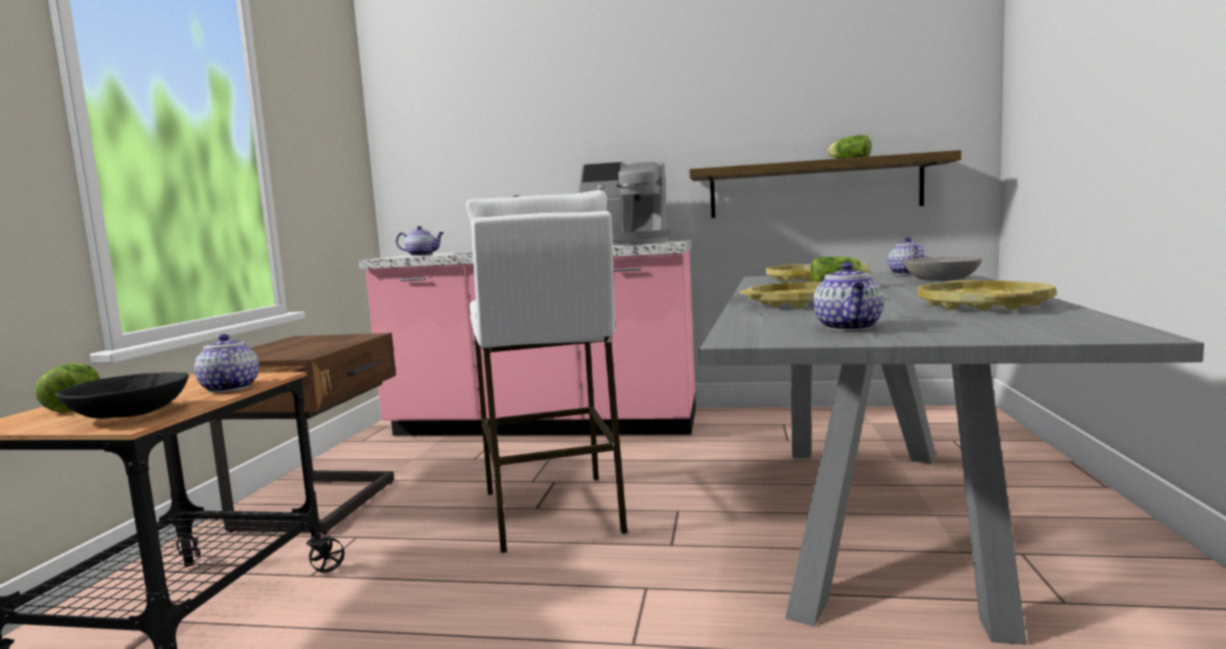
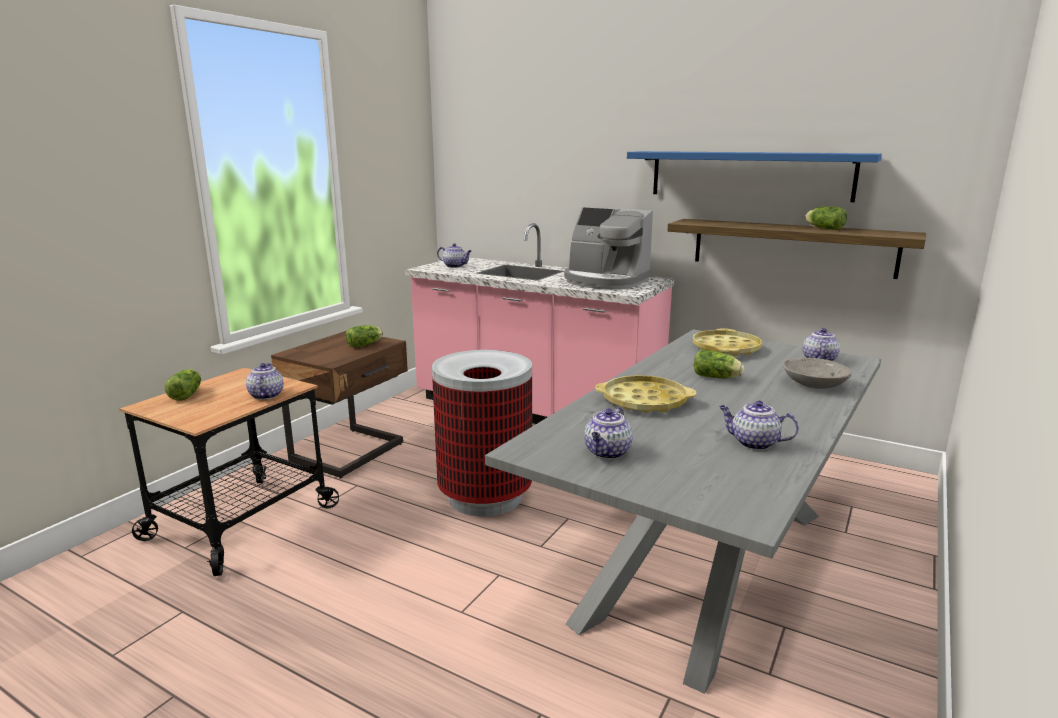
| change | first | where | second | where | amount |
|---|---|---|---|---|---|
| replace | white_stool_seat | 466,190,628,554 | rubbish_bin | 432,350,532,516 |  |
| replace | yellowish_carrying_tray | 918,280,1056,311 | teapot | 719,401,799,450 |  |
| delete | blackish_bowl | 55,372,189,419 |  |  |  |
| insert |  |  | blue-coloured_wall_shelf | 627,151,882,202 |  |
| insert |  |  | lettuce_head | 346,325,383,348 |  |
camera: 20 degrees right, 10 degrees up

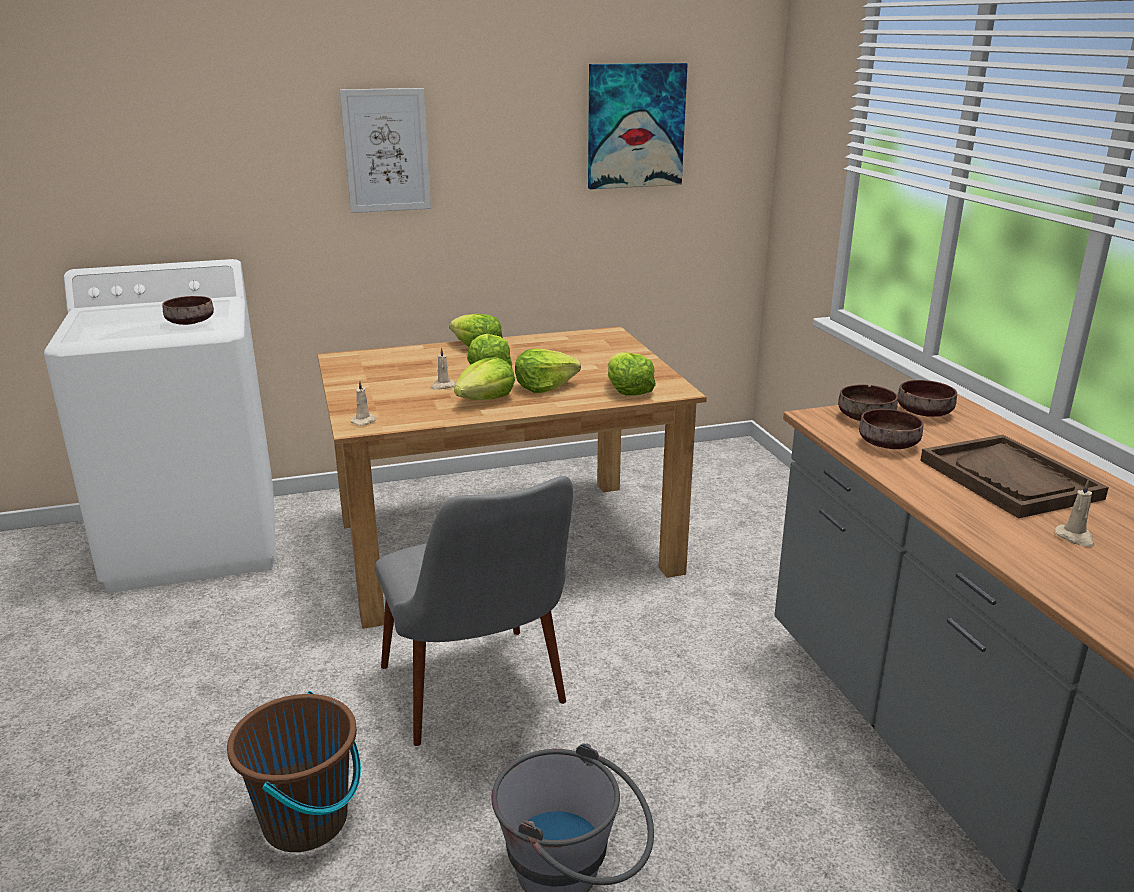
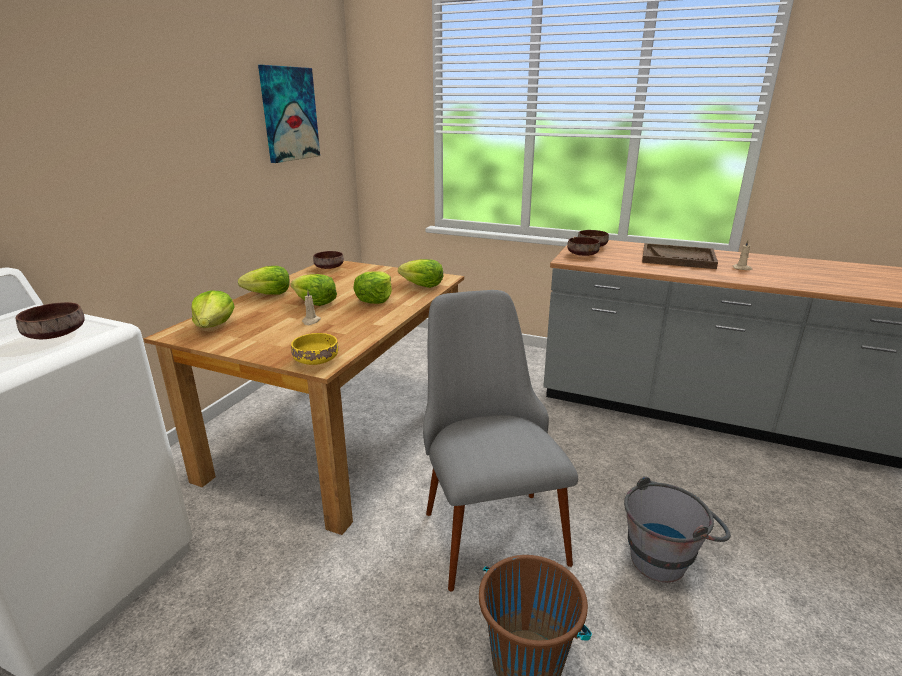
| change | first | where | second | where | amount |
|---|---|---|---|---|---|
| delete | wall_art | 340,88,431,213 |  |  |  |
| move | lettuce_head | 454,357,515,400 |  | 192,290,235,328 |  |
| replace | sand-coloured_candle | 351,380,376,426 | yellowish_bowl | 291,333,338,365 |  |
| move | brown-coloured_bowl | 859,409,924,449 |  | 313,251,344,269 |  |
| rotate | greyish_plain_chair | 375,476,573,746 |  | 423,290,578,591 | 120 degrees counterclockwise |
camera: 50 degrees left, 0 degrees up

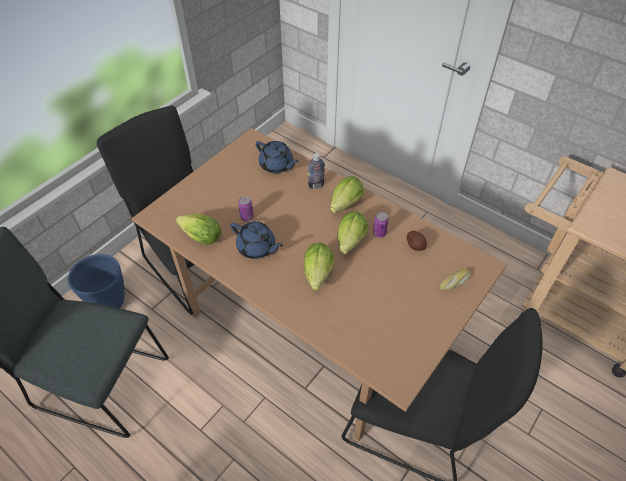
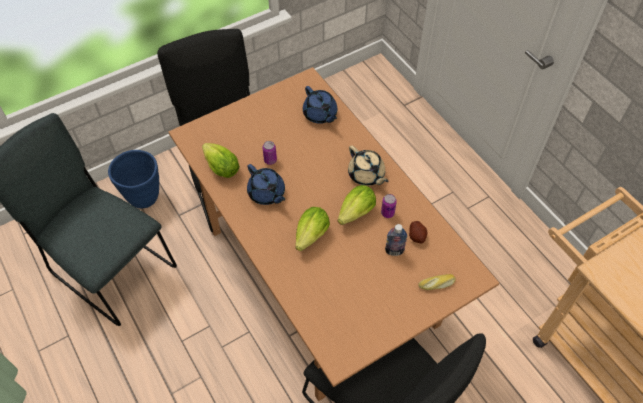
| change | first | where | second | where | amount |
|---|---|---|---|---|---|
| move | bottle | 308,153,325,189 |  | 385,224,407,256 |  |
| replace | lettuce_head | 330,176,364,213 | sand-coloured_teapot | 348,146,388,186 |  |
camera: 20 degrees right, 5 degrees up

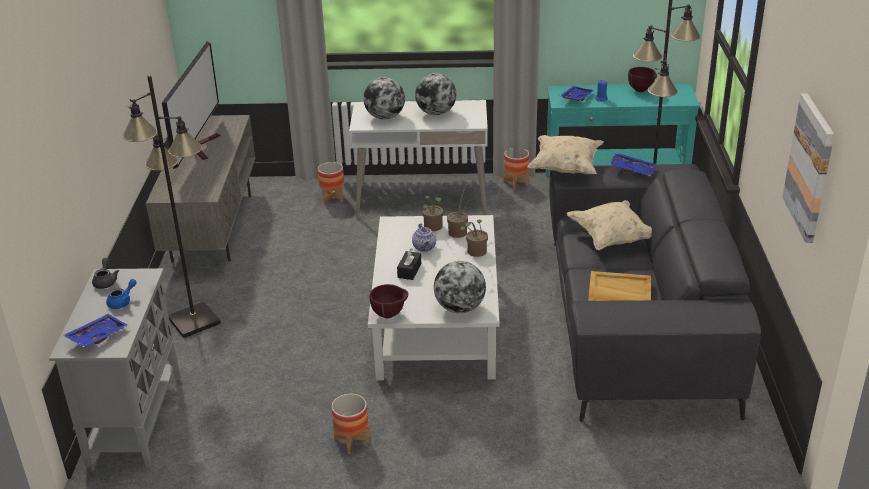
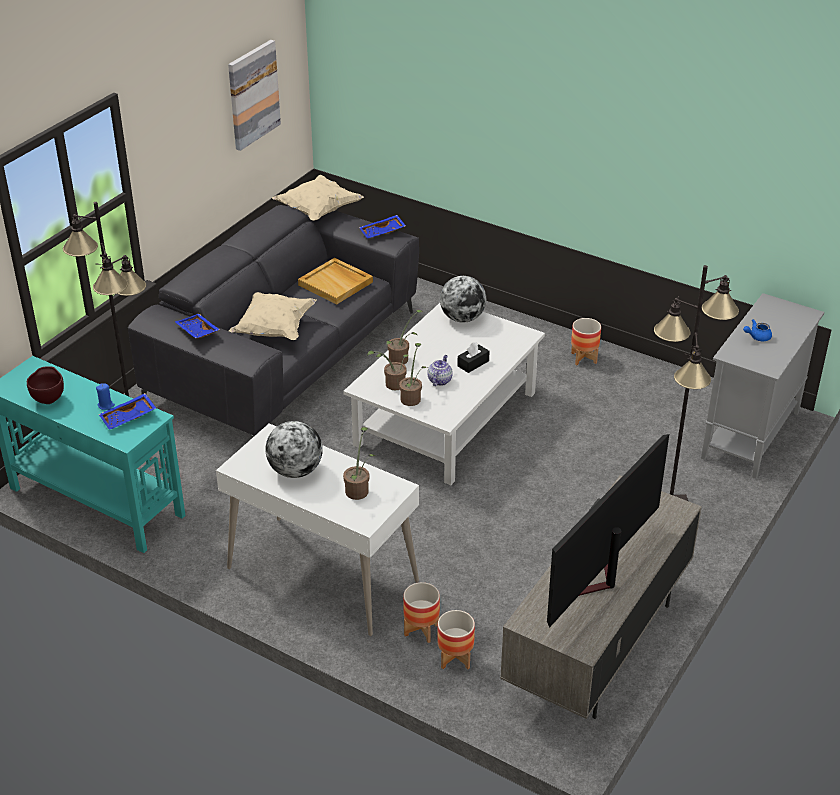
| change | first | where | second | where | amount |
|---|---|---|---|---|---|
| replace | globe | 363,77,405,120 | potted_plant | 343,427,375,500 |  |
| move | sand-coloured_pillow | 527,135,603,174 |  | 272,175,364,220 |  |
| move | plant_pot | 504,148,529,190 |  | 437,610,475,669 |  |
| delete | greyish_teapot | 92,258,119,289 |  |  |  |
| delete | brown-coloured_bowl | 370,284,408,318 |  |  |  |
| move | blue-coloured_carrying_tray | 63,314,129,347 |  | 359,215,406,239 |  |
camera: 150 degrees left, 5 degrees up

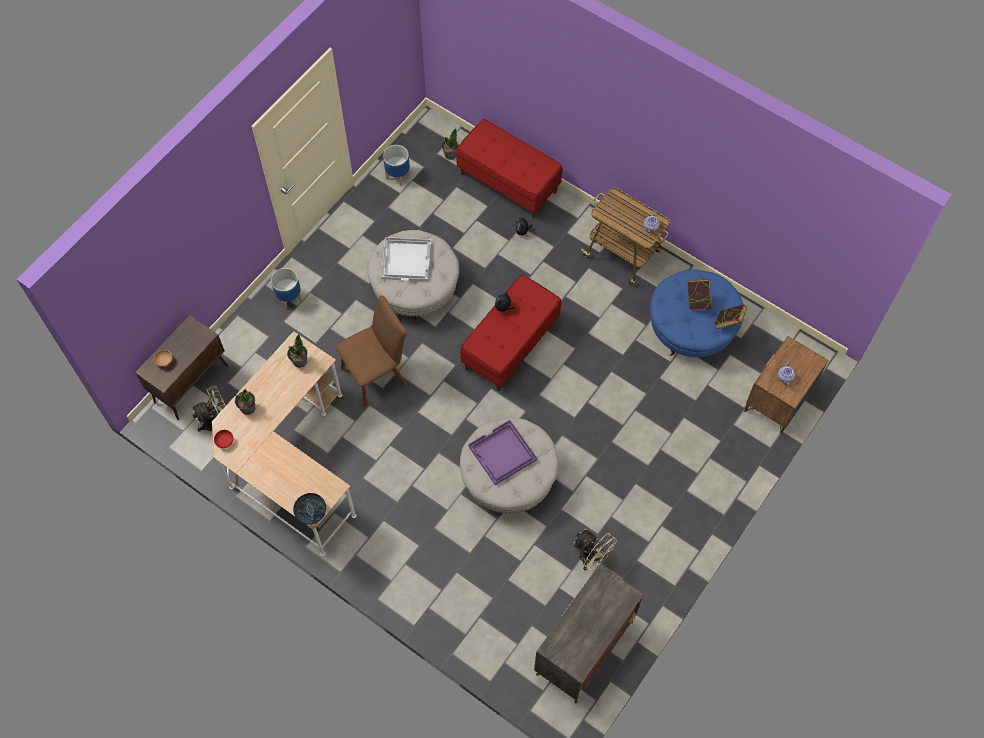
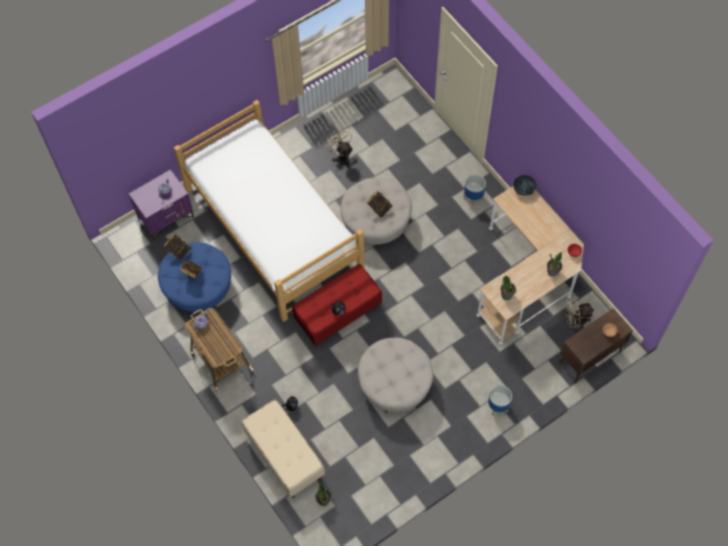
| change | first | where | second | where | amount |
|---|---|---|---|---|---|
| recolor | reddish_bench | 456,119,562,218 | sand-coloured_bench | 242,399,325,498 |  |
| move | plant_pot | 383,145,410,186 |  | 463,174,486,206 |  |
| delete | white_carrying_tray | 381,237,431,281 |  |  |  |
| delete | brown-coloured_plain_chair | 335,296,407,406 |  |  |  |
| recolor | brown-coloured_bedside_table | 744,336,828,434 | purple-coloured_bedside_table | 129,170,194,241 |  |
| replace | purple-coloured_carrying_tray | 468,420,537,485 | volume | 366,191,392,218 |  |
| delete | drawer_chest | 534,564,644,703 |  |  |  |
| insert |  |  | sleeping_bed | 174,100,364,322 |  |
camera: 160 degrees left, 0 degrees up

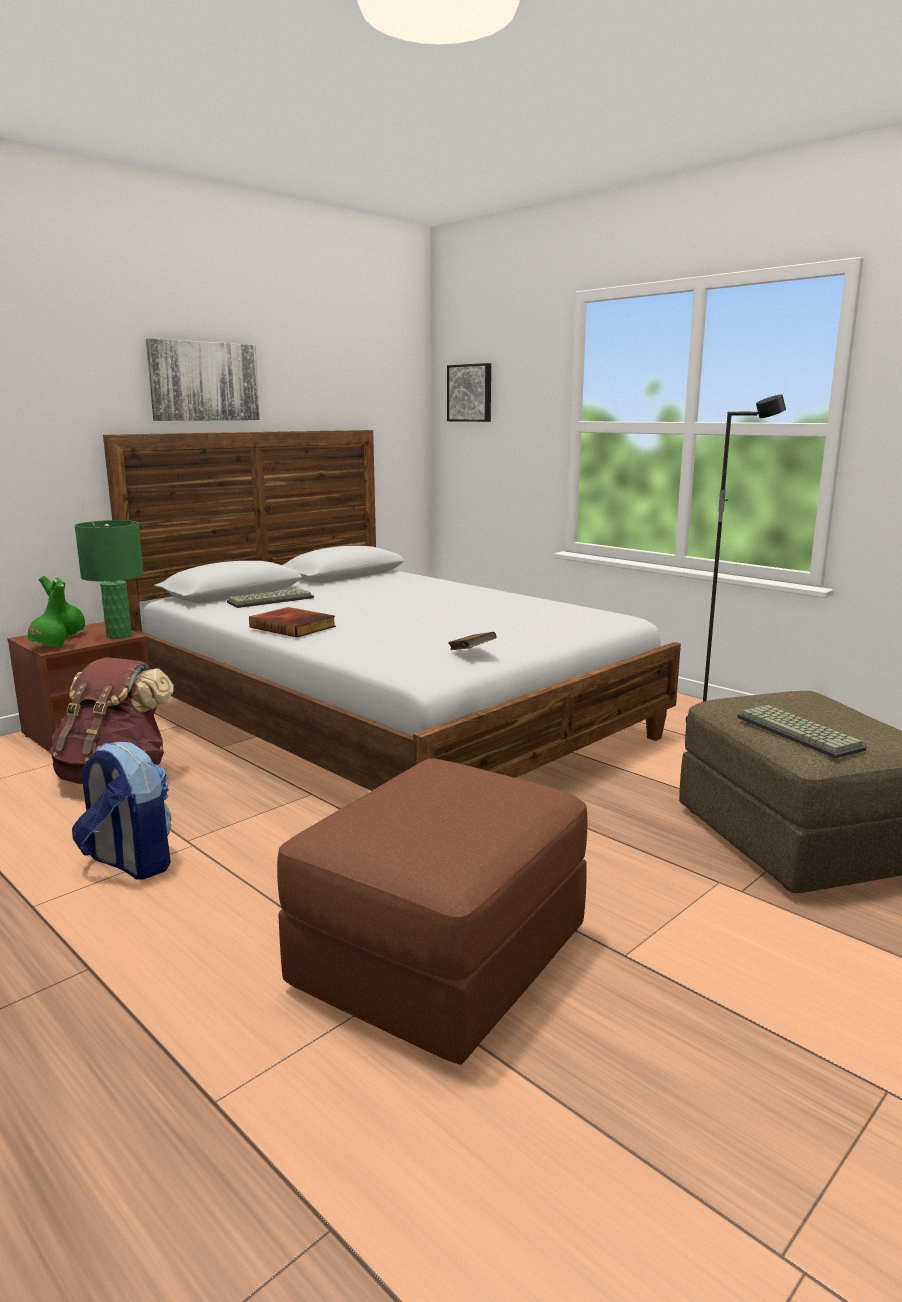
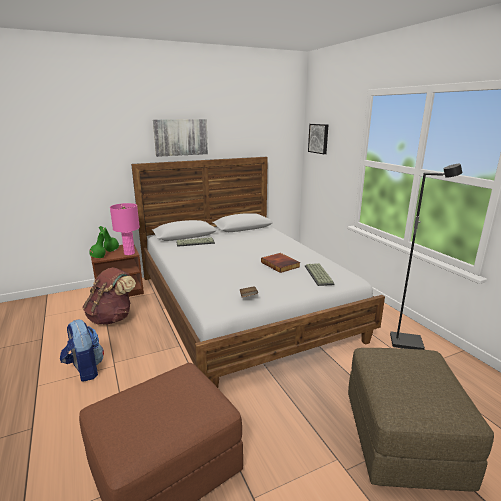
| change | first | where | second | where | amount |
|---|---|---|---|---|---|
| recolor | green-coloured_table_lamp | 74,520,144,639 | pink_table_lamp | 110,203,140,255 |  |
| move | volume | 249,607,336,638 |  | 261,253,300,273 |  |
| move | PC_keyboard | 737,705,867,759 |  | 305,263,335,286 |  |
camera: 20 degrees right, 5 degrees up

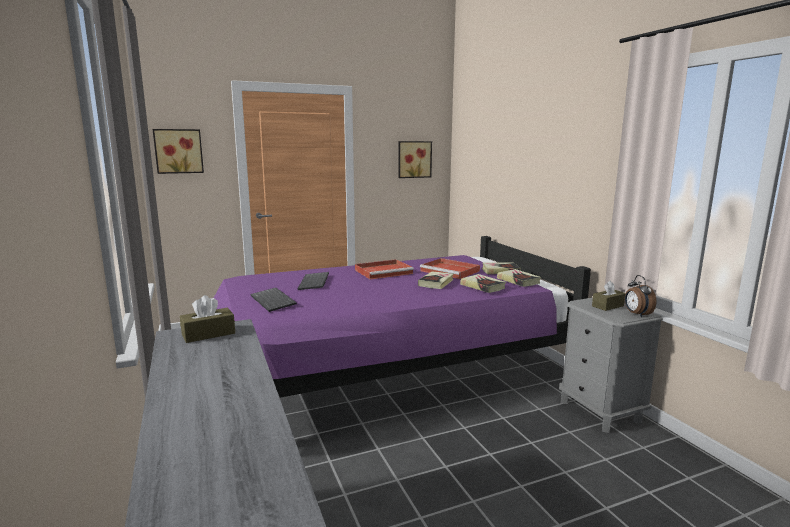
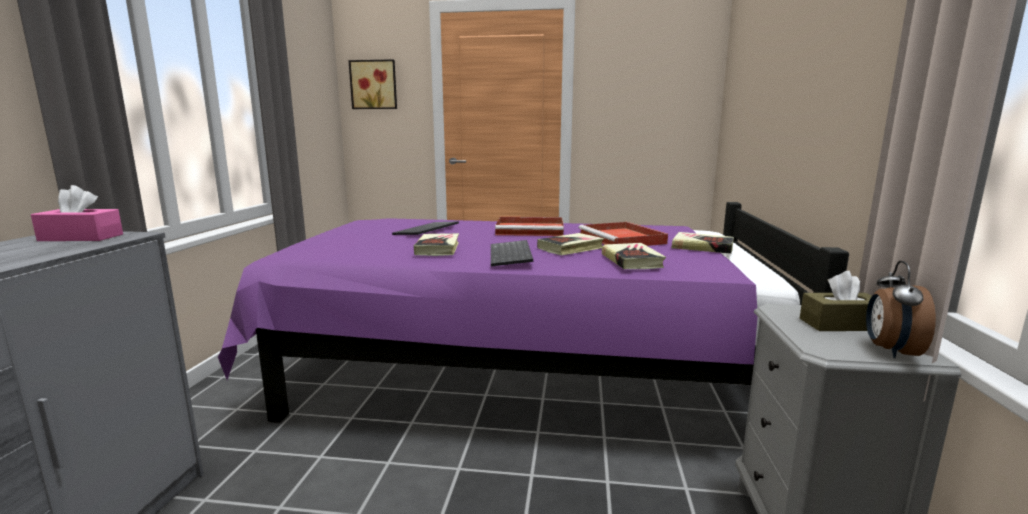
| change | first | where | second | where | amount |
|---|---|---|---|---|---|
| delete | wall_art | 398,141,432,178 |  |  |  |
| move | volume | 497,269,541,287 |  | 414,233,459,256 |  |
| move | PC_keyboard | 250,288,297,312 |  | 491,240,533,266 |  |
| recolor | brown-coloured_tissue_holder | 180,295,235,343 | pink_tissue_holder | 31,185,123,241 |  |
camera: 30 degrees right, 0 degrees up

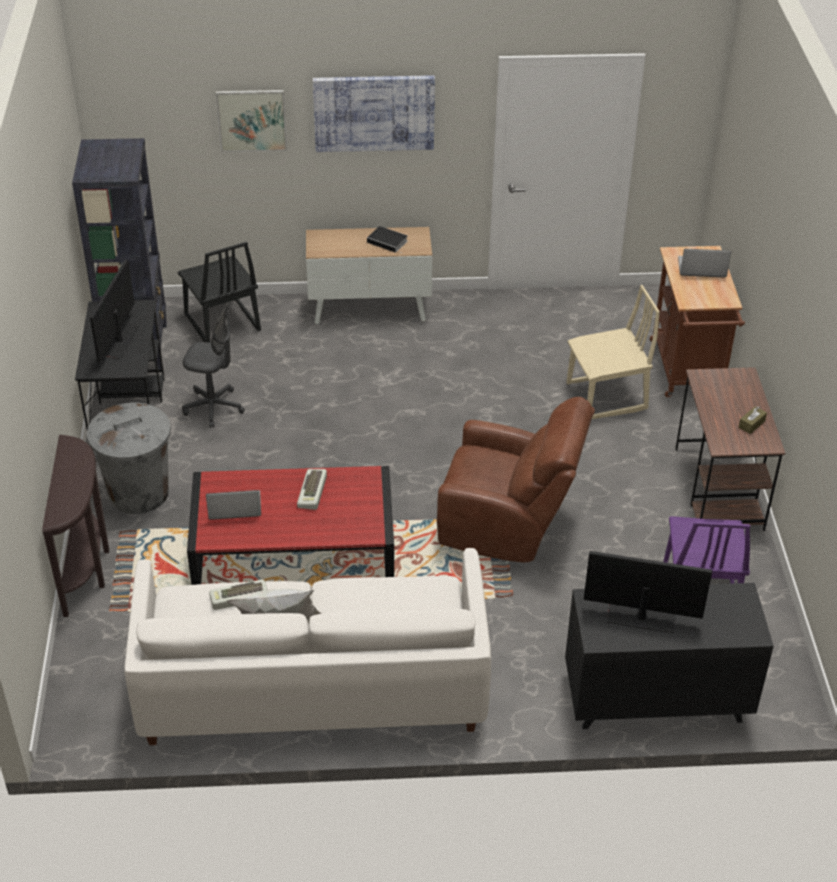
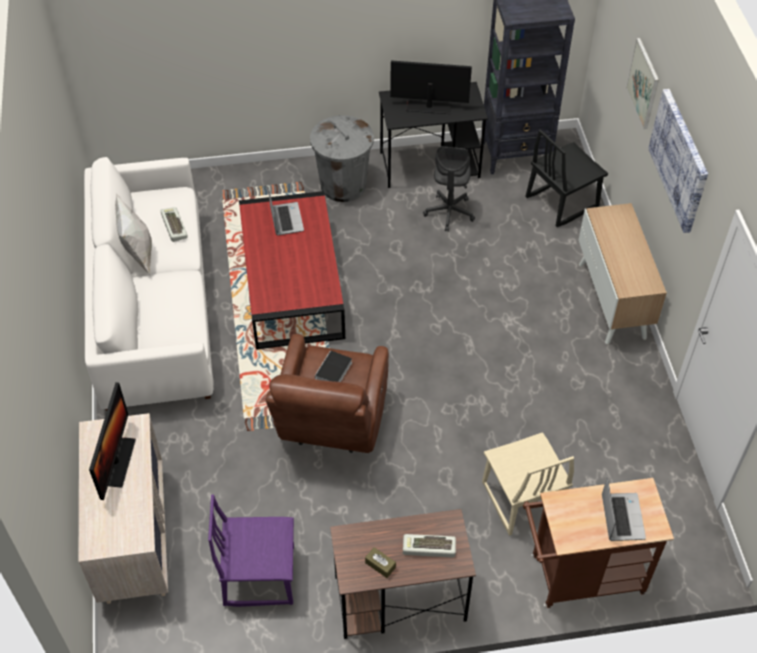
| change | first | where | second | where | amount |
|---|---|---|---|---|---|
| move | volume | 367,226,407,254 |  | 315,350,352,382 |  |
| delete | brown-coloured_hall_table | 42,435,109,617 |  |  |  |
| move | PC_keyboard | 297,469,327,510 |  | 403,534,456,557 |  |
| recolor | blackish_drawer_chest | 565,583,774,729 | sand-coloured_drawer_chest | 79,413,168,604 |  |
camera: 85 degrees right, 10 degrees up

